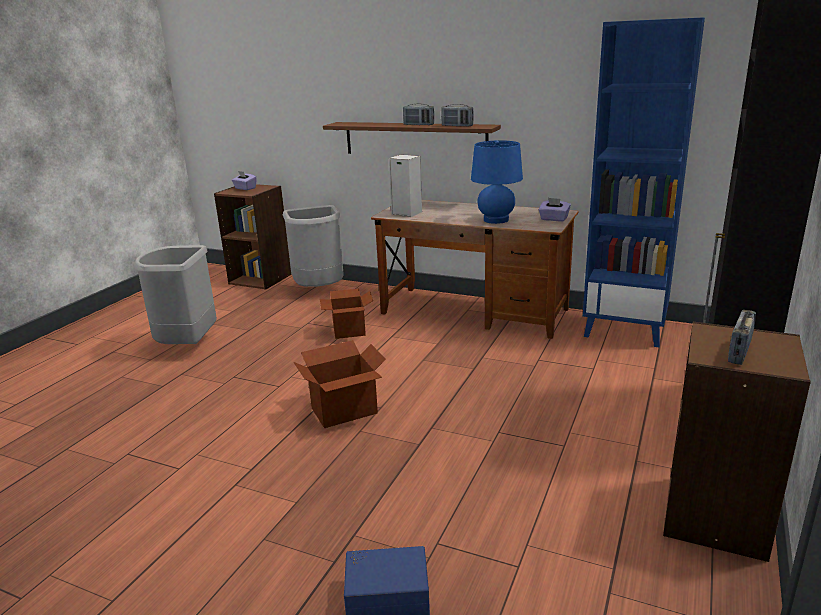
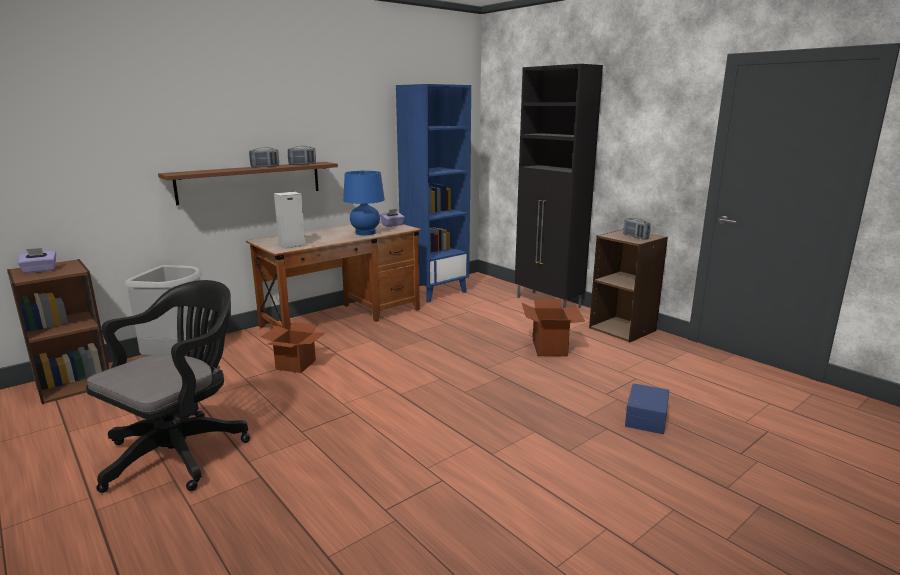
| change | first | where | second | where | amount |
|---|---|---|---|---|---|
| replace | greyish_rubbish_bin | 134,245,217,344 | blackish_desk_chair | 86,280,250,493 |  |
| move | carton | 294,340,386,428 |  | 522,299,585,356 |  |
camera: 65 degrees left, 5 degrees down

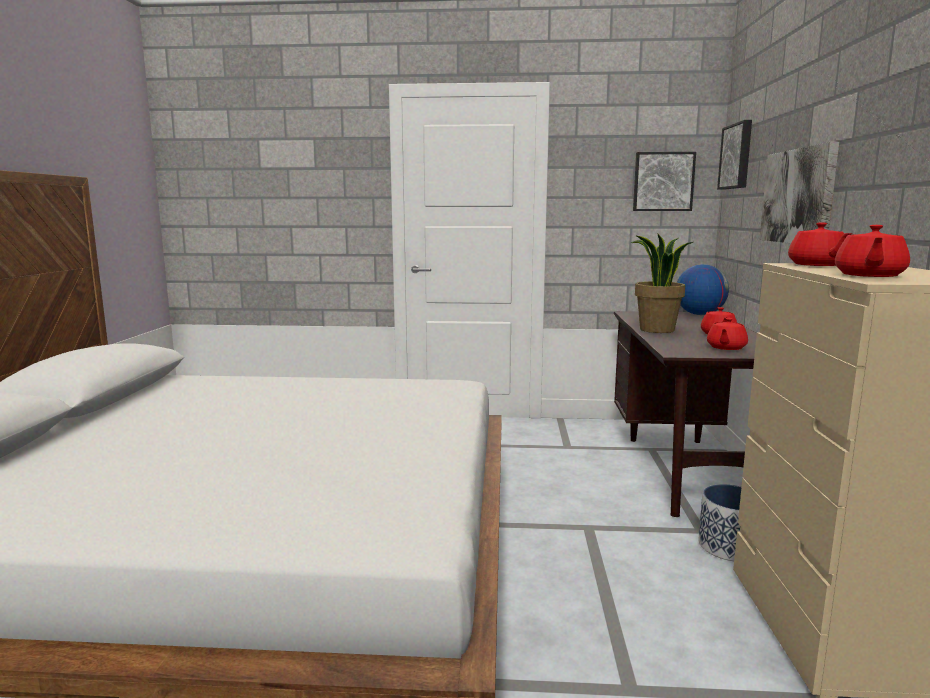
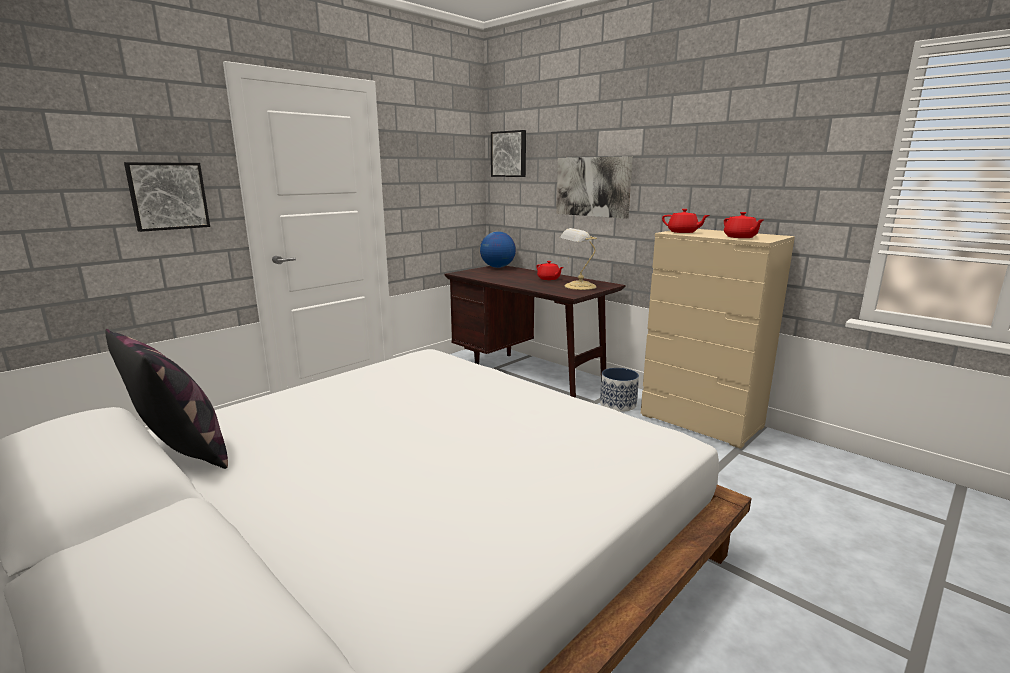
| change | first | where | second | where | amount |
|---|---|---|---|---|---|
| move | wall_art | 633,152,696,211 |  | 124,162,210,232 |  |
| delete | potted_plant | 631,233,693,333 |  |  |  |
| replace | reddish_teapot | 707,318,748,350 | table_lamp | 560,228,597,290 |  |
| insert |  |  | pillow | 105,329,228,469 |  |
camera: 50 degrees left, 5 degrees up

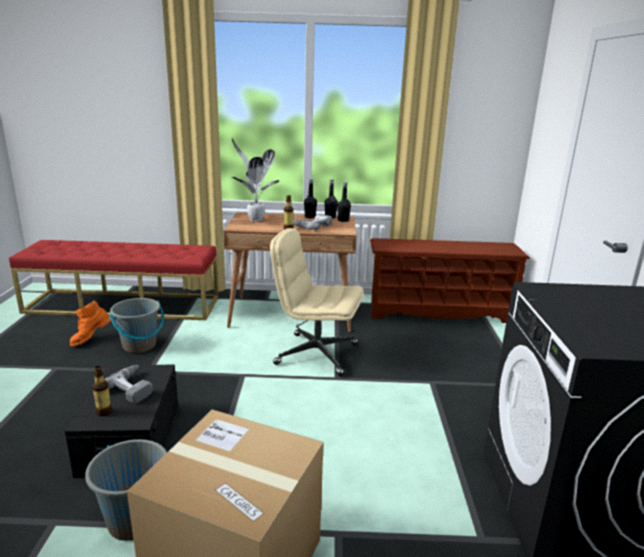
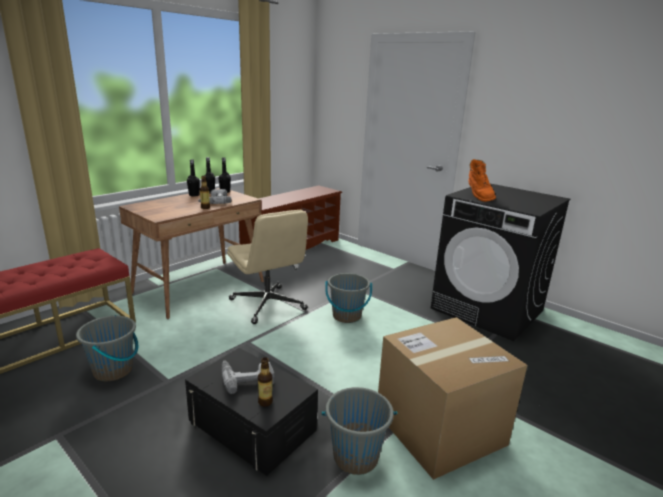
| change | first | where | second | where | amount |
|---|---|---|---|---|---|
| delete | potted_plant | 232,139,280,222 |  |  |  |
| rotate | sand-coloured_desk_chair | 270,228,364,376 |  | 227,210,308,324 | 90 degrees counterclockwise |
| move | orange_boot | 69,301,111,346 |  | 468,159,496,202 |  |
| insert |  |  | greyish_water_bucket | 325,273,372,323 |  |
camera: 50 degrees left, 0 degrees up

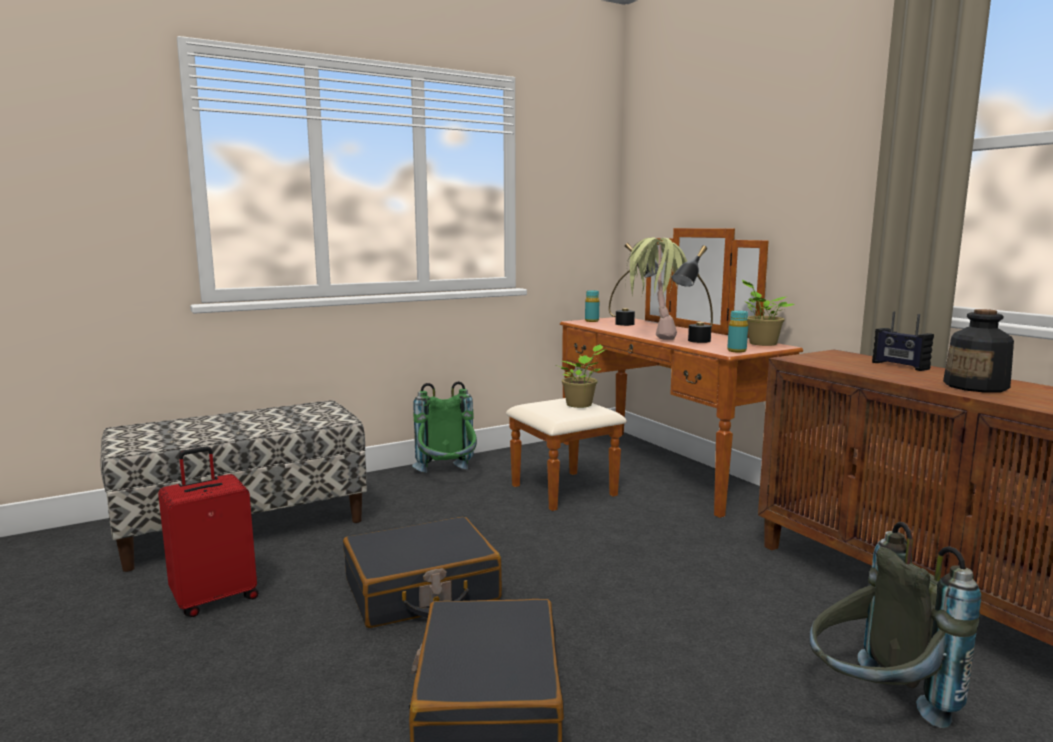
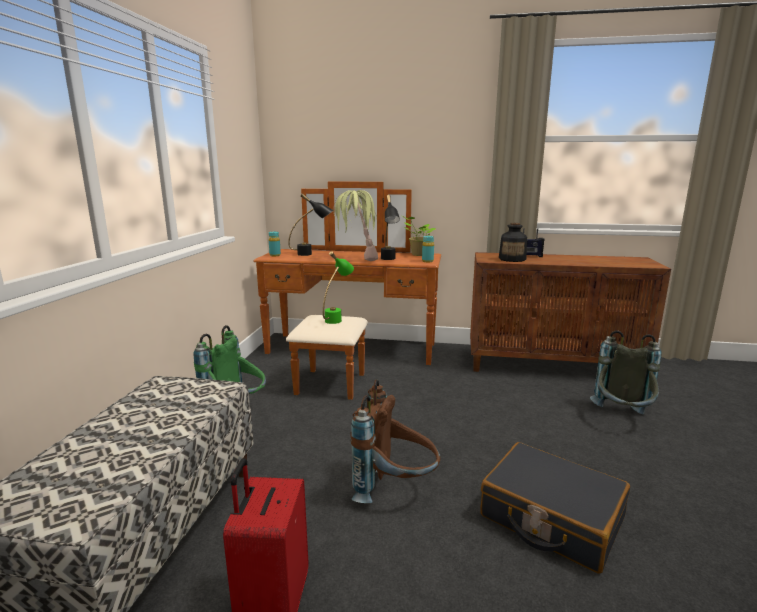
| change | first | where | second | where | amount |
|---|---|---|---|---|---|
| move | bottle | 943,309,1014,393 |  | 499,223,527,262 |  |
| replace | potted_plant | 554,345,606,408 | green-coloured_table_lamp | 323,251,354,324 |  |
| replace | blackish_travel_case | 343,517,502,628 | brown-coloured_knapsack | 350,379,440,503 |  |
camera: 50 degrees left, 5 degrees up

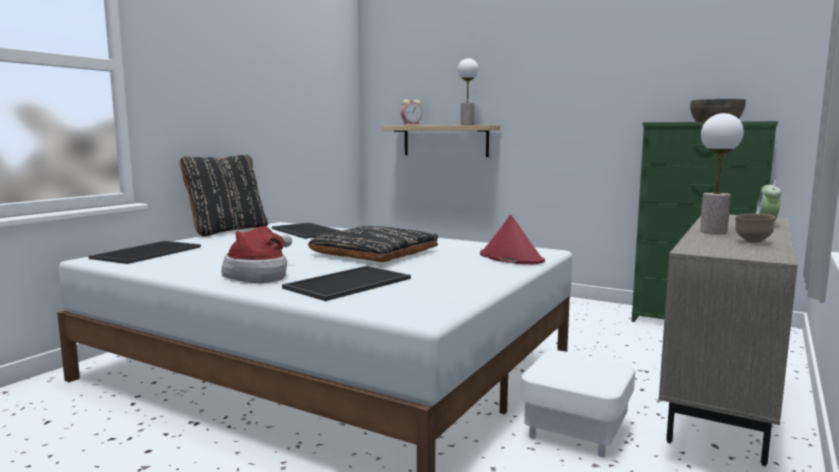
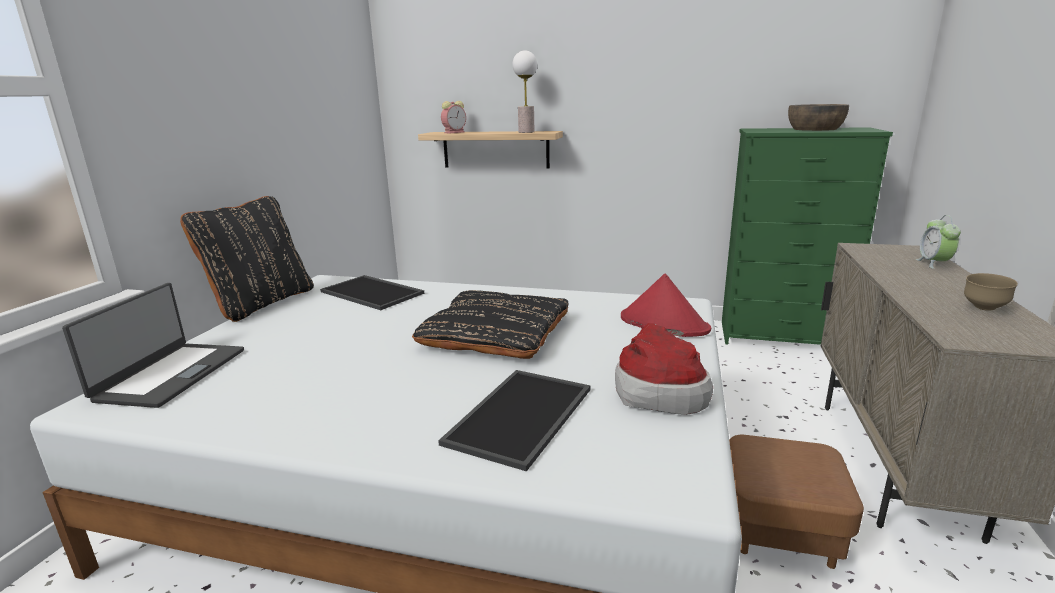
| change | first | where | second | where | amount |
|---|---|---|---|---|---|
| delete | table_lamp | 700,113,744,234 |  |  |  |
| move | wearable_hat | 222,226,292,283 |  | 615,323,713,415 |  |
| replace | carrying_tray | 89,241,201,264 | portable_computer | 62,283,244,408 |  |
| recolor | white_pouffe | 521,350,635,457 | brown-coloured_pouffe | 729,435,864,569 |  |
camera: 15 degrees left, 10 degrees up

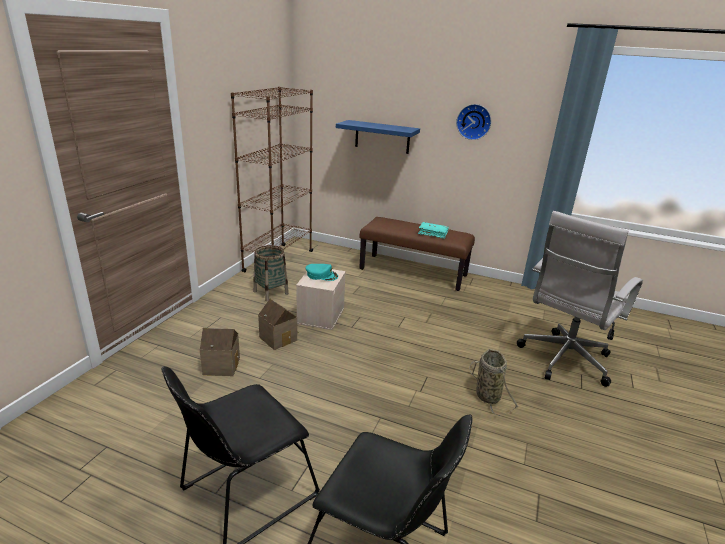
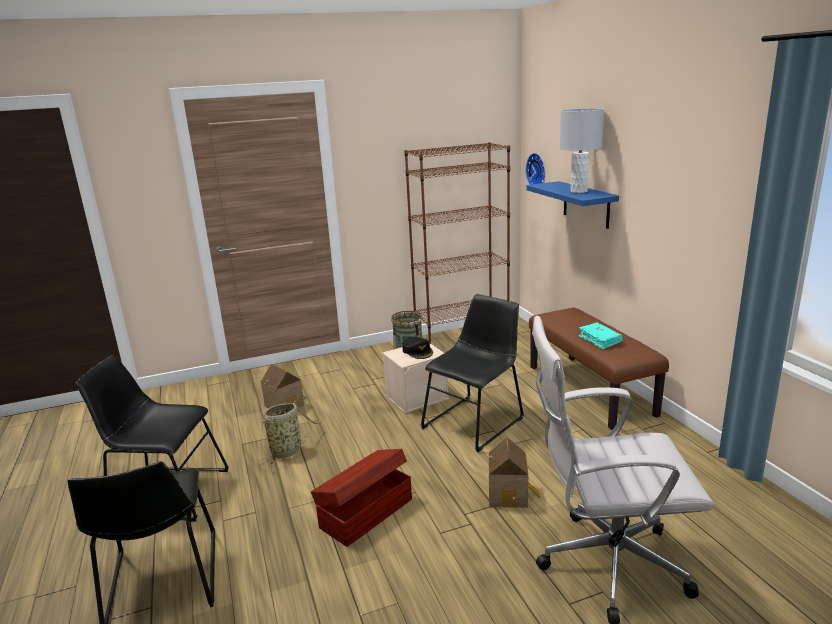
| change | first | where | second | where | amount |
|---|---|---|---|---|---|
| move | hanging_clock | 456,104,491,140 |  | 526,153,545,185 |  |
| recolor | turquoise-coloured_peaked_cap | 306,264,338,281 | blackish_peaked_cap | 402,337,433,359 |  |
| move | model_house | 258,299,299,350 |  | 488,437,540,508 |  |
| move | basket | 469,349,518,416 |  | 257,403,322,465 |  |
| insert |  |  | greyish_table_lamp | 560,108,604,193 |  |
| insert |  |  | blackish_plain_chair | 421,294,524,452 |  |
| insert |  |  | brown-coloured_storage_box | 311,449,412,547 |  |
camera: 50 degrees right, 5 degrees down

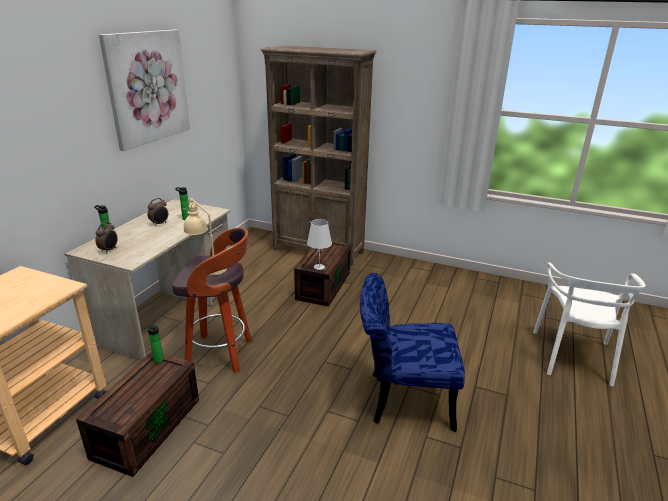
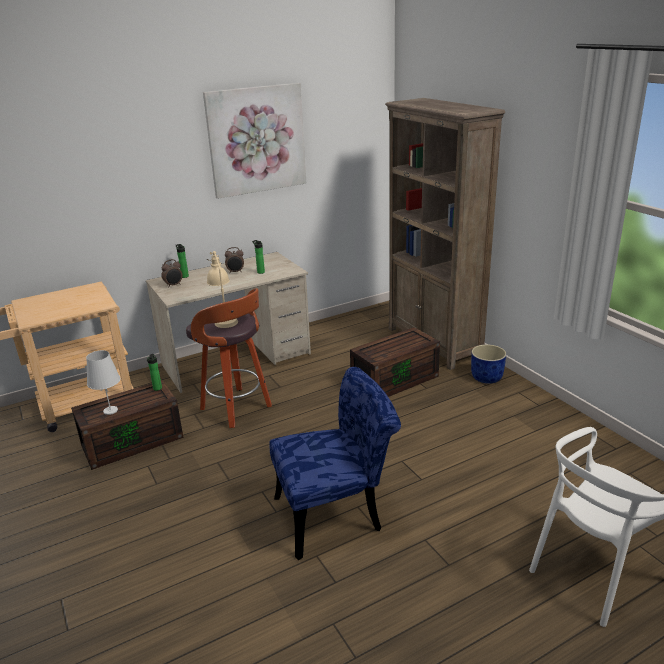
| change | first | where | second | where | amount |
|---|---|---|---|---|---|
| move | white_table_lamp | 307,219,332,270 |  | 86,350,120,415 |  |
| rotate | blue-coloured_plain_chair | 360,273,465,432 |  | 269,367,401,560 | 120 degrees clockwise |
| insert |  |  | blue-coloured_plant_pot | 471,344,506,384 |  |
camera: 40 degrees right, 0 degrees up

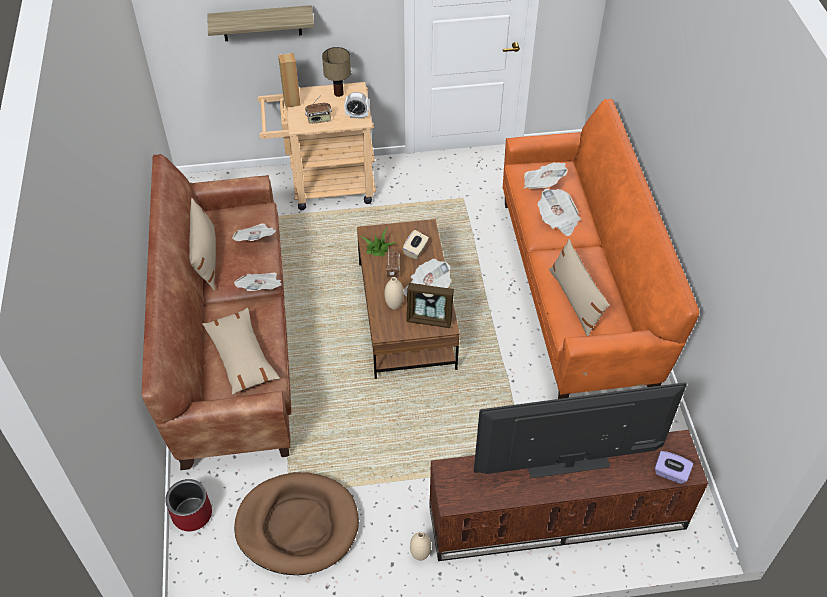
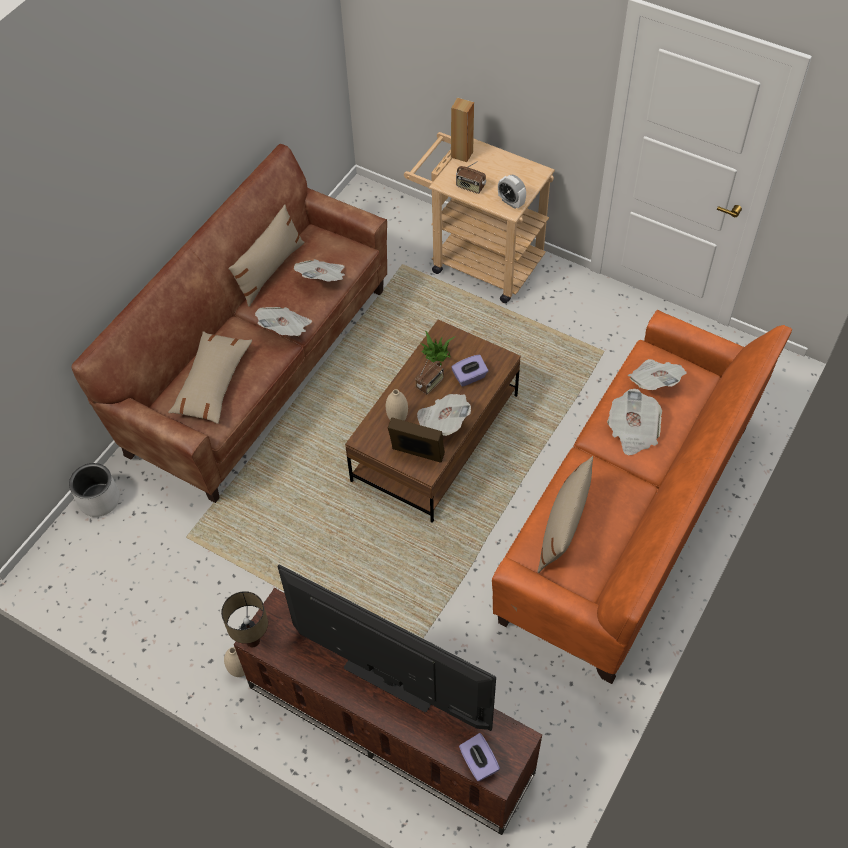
| change | first | where | second | where | amount |
|---|---|---|---|---|---|
| delete | wall_shelf | 208,5,314,41 |  |  |  |
| move | table_lamp | 322,47,351,97 |  | 221,591,268,647 |  |
| recolor | sand-coloured_tissue_holder | 403,230,429,260 | purple-coloured_tissue_holder | 451,355,488,387 |  |
| rotate | standing_frame | 406,283,454,328 |  | 388,418,445,463 | 150 degrees clockwise |
| delete | brown-coloured_dog_cushion | 234,472,359,575 |  |  |  |
| recolor | reddish_plant_pot | 165,479,212,531 | white_plant_pot | 69,463,120,517 |  |
camera: 40 degrees right, 5 degrees up

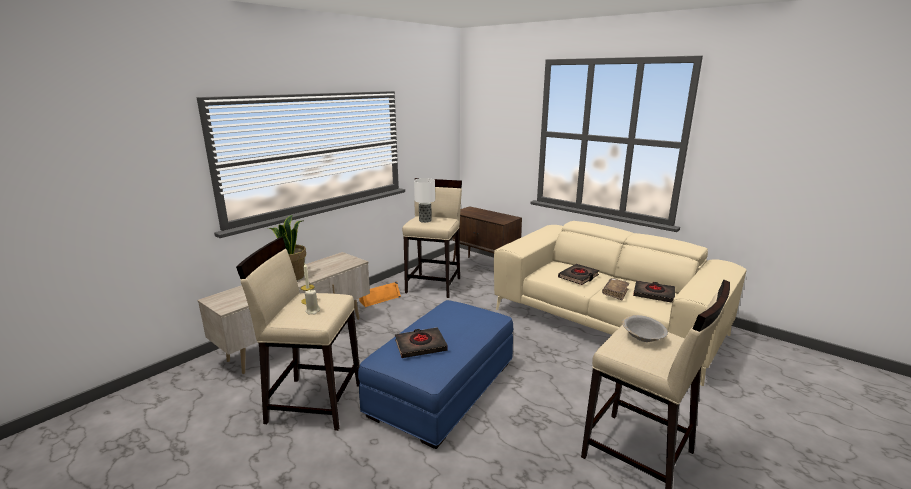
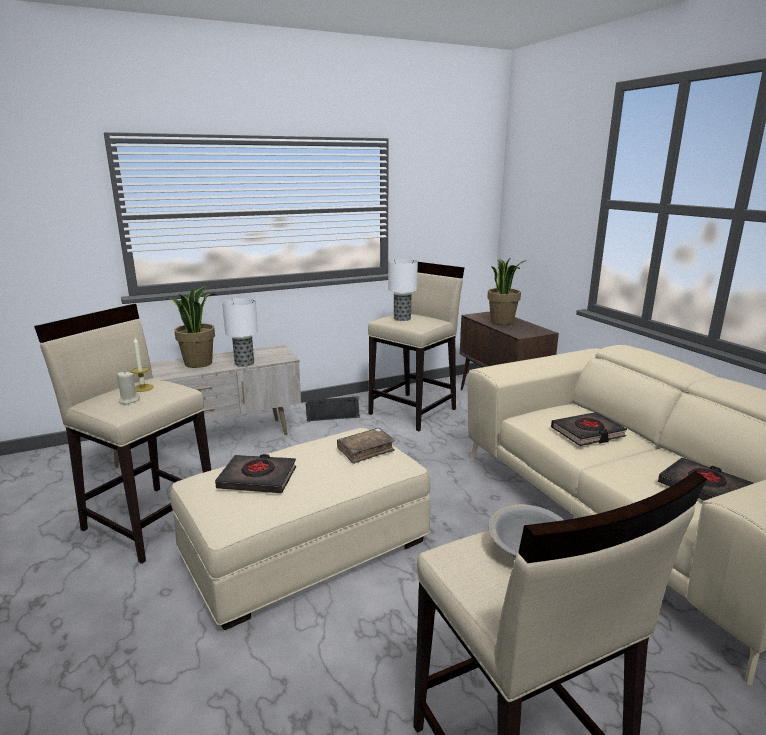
| change | first | where | second | where | amount |
|---|---|---|---|---|---|
| move | brown-coloured_volume | 602,278,630,300 |  | 337,428,395,464 |  |
| recolor | orange_audio_speaker | 359,281,401,307 | blackish_audio_speaker | 306,396,360,422 |  |
| recolor | blue-coloured_pouffe | 358,300,513,449 | sand-coloured_pouffe | 170,428,430,630 |  |
| insert |  |  | potted_plant | 487,257,527,325 |  |
| insert |  |  | table_lamp | 222,298,258,367 |  |
camera: 25 degrees right, 0 degrees up

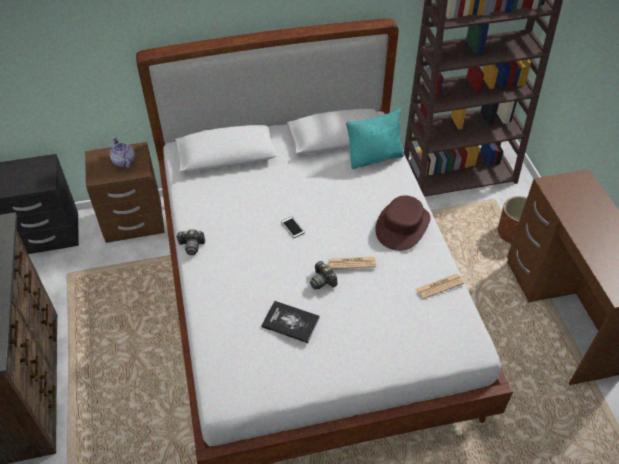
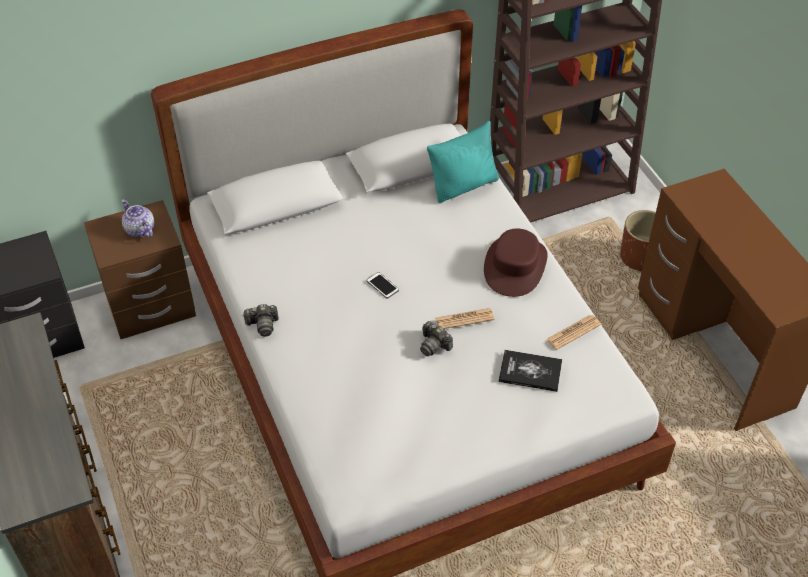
| change | first | where | second | where | amount |
|---|---|---|---|---|---|
| move | volume | 261,301,320,343 |  | 498,350,562,392 |  |
camera: 10 degrees left, 0 degrees up

